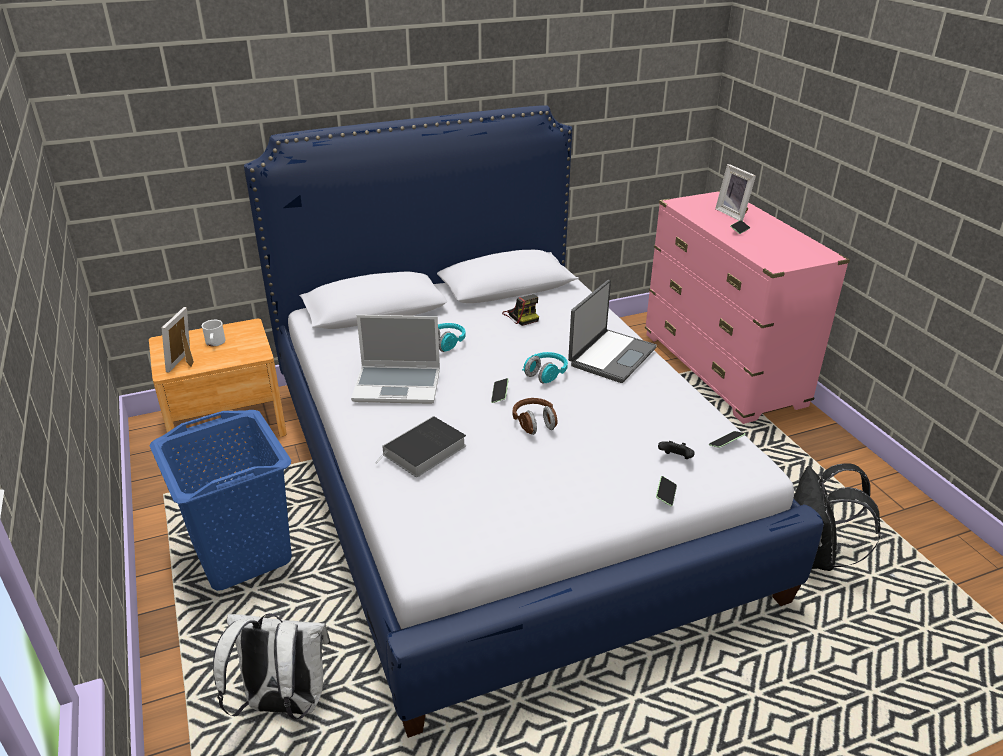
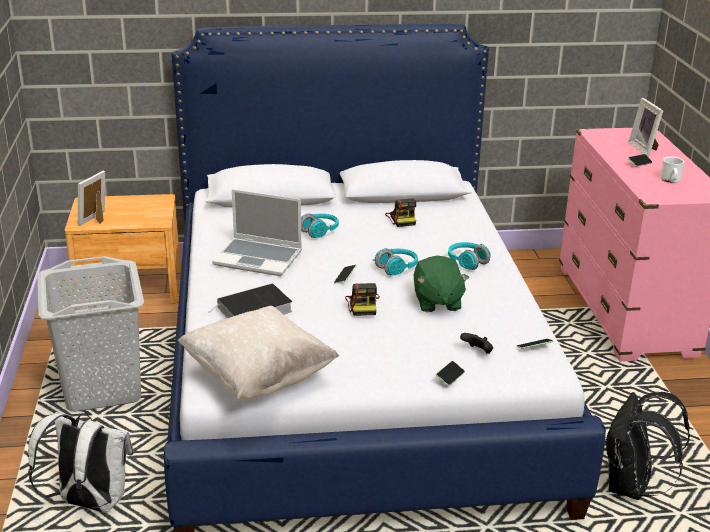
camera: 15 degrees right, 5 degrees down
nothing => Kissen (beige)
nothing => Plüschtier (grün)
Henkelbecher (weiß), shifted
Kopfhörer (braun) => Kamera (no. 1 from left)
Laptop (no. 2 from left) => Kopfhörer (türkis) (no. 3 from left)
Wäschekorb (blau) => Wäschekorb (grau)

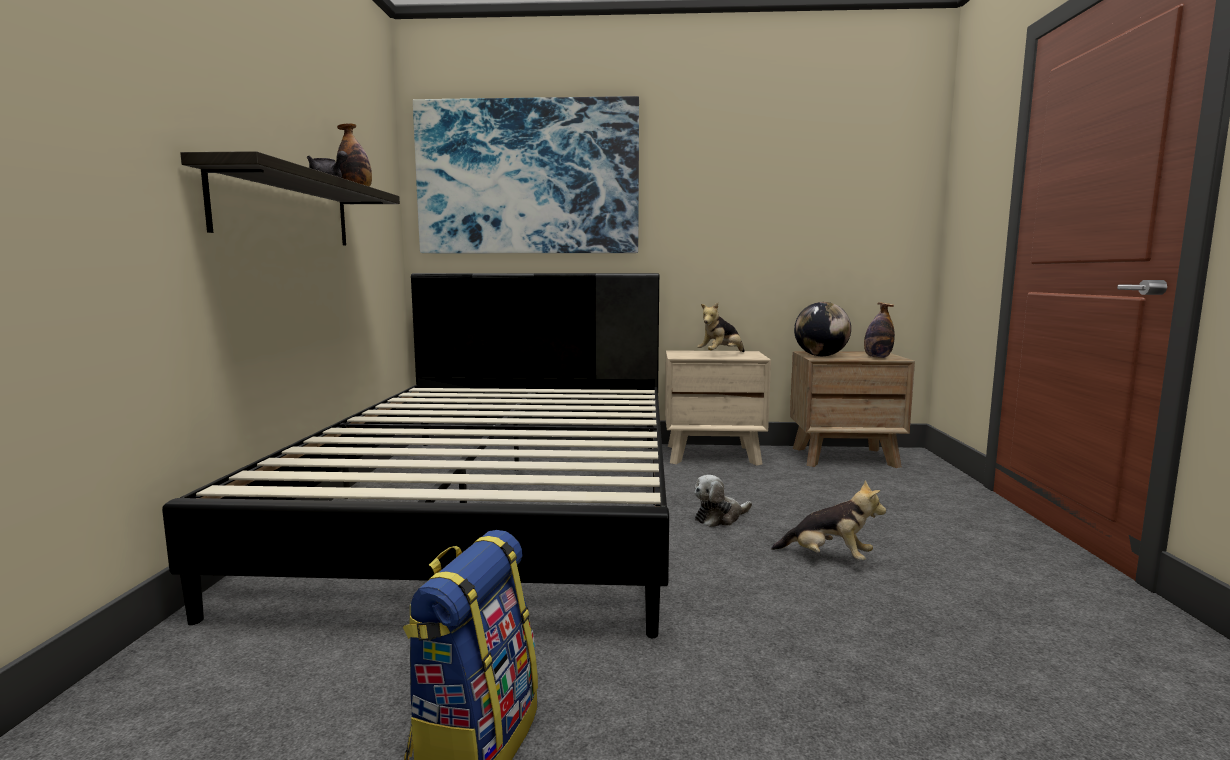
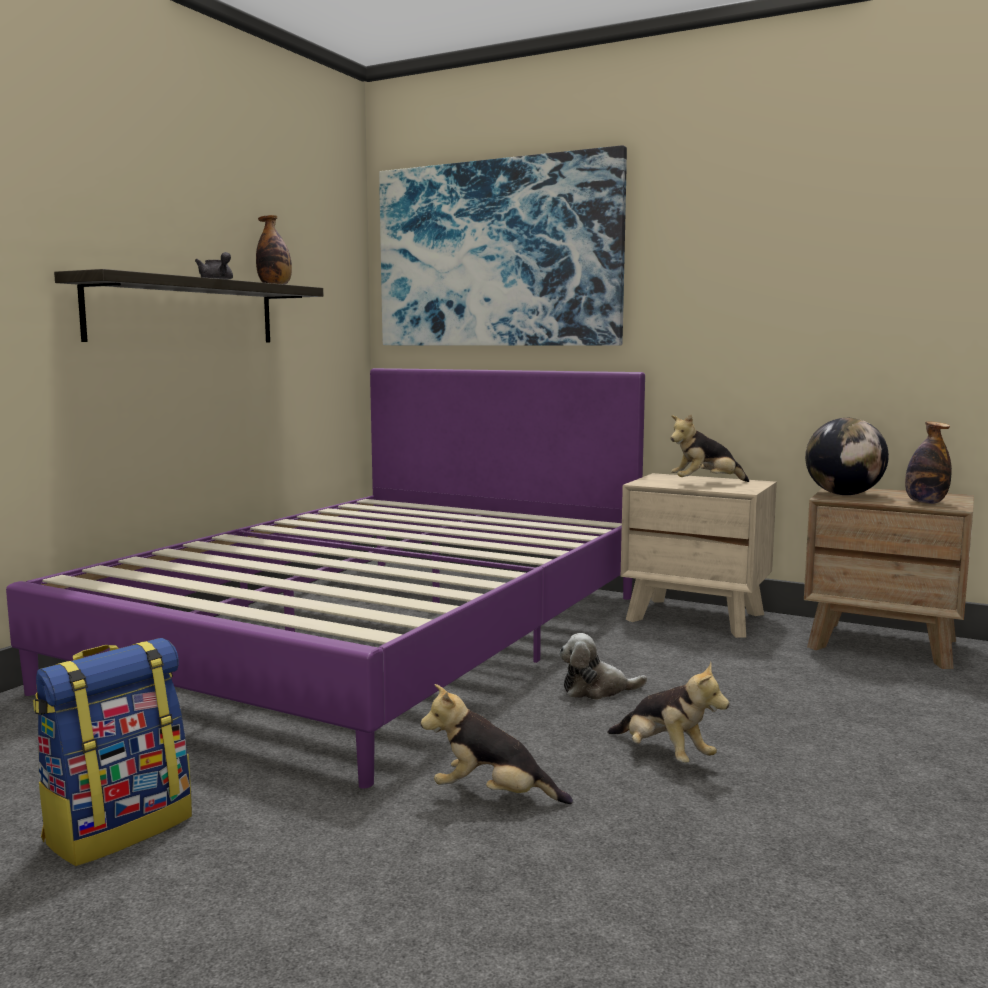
camera: 25 degrees right, 0 degrees up
nothing => Plüschtier (no. 1 from left)
Bett (schwarz) => Bett (lila)

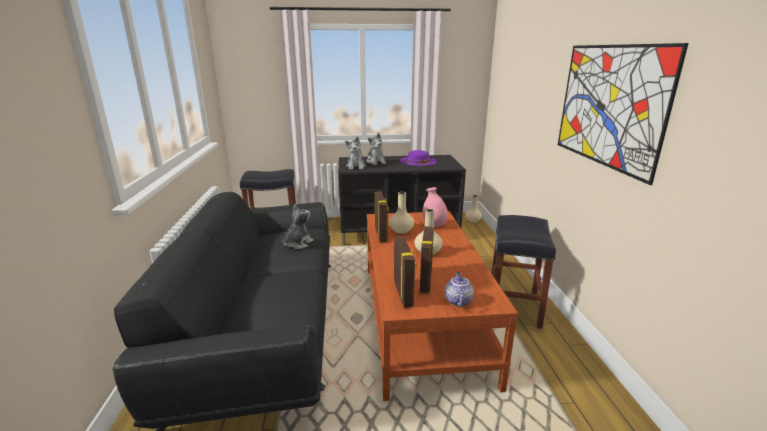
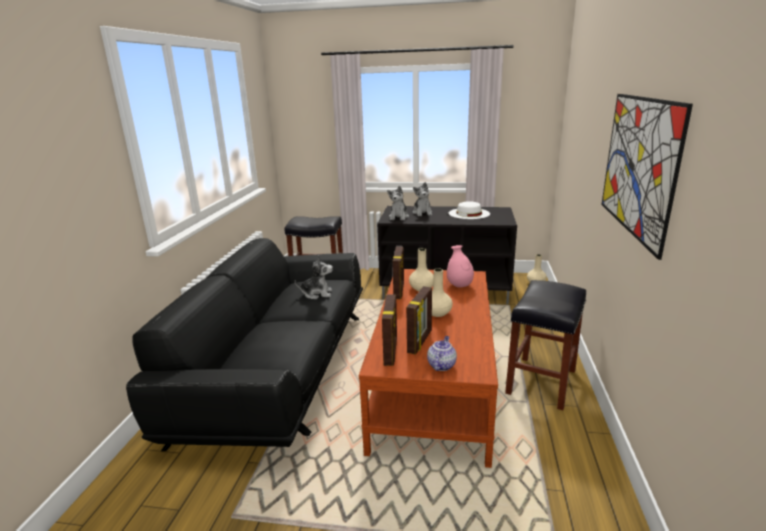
camera: 15 degrees right, 0 degrees up
Hut (lila) => Hut (weiß)
Plüschtier (no. 1 from left), 45 degrees clockwise

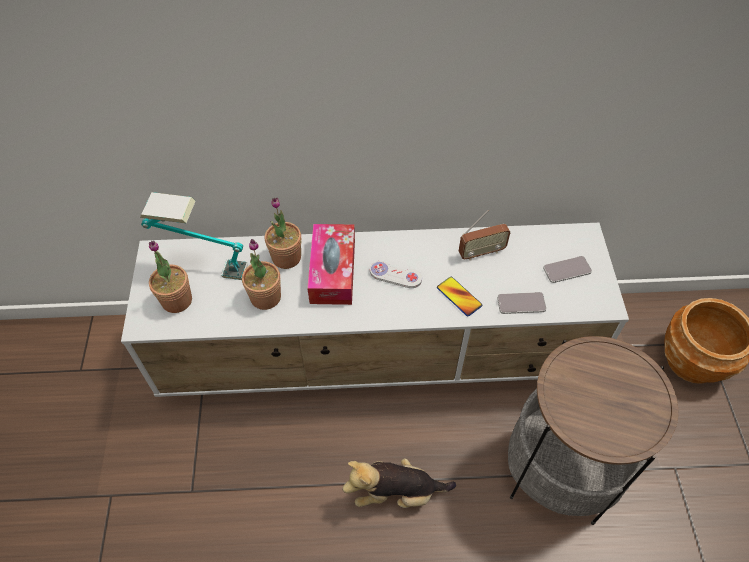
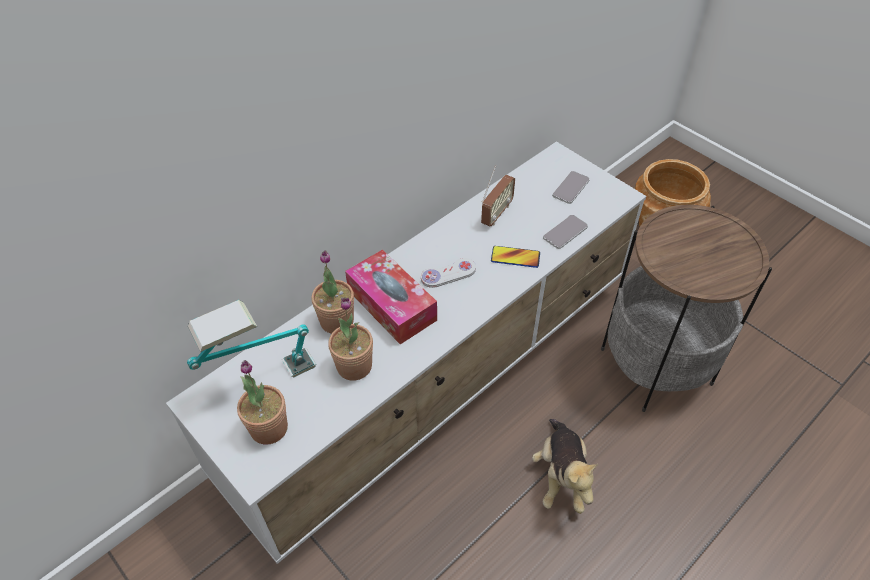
camera: 40 degrees left, 5 degrees down
Plüschtier, 45 degrees counterclockwise

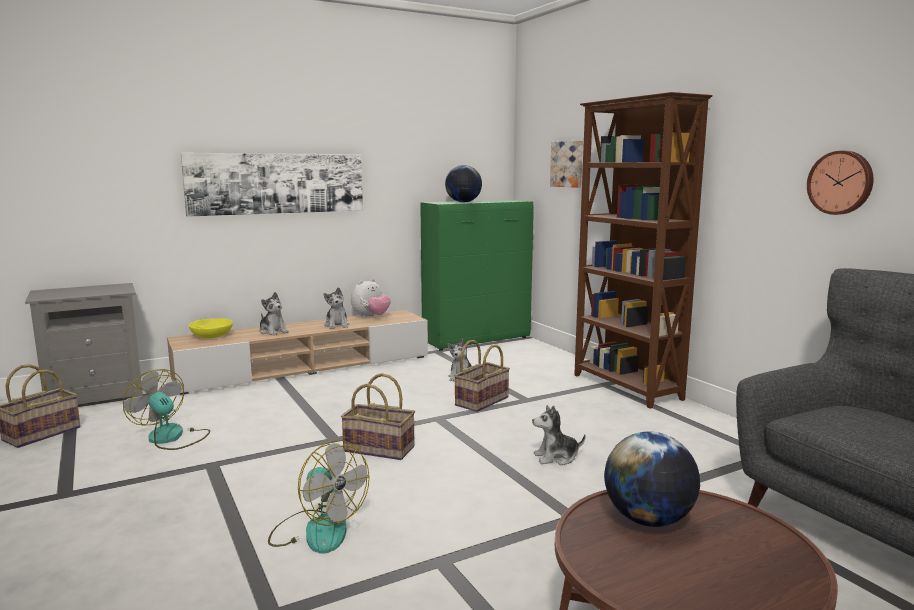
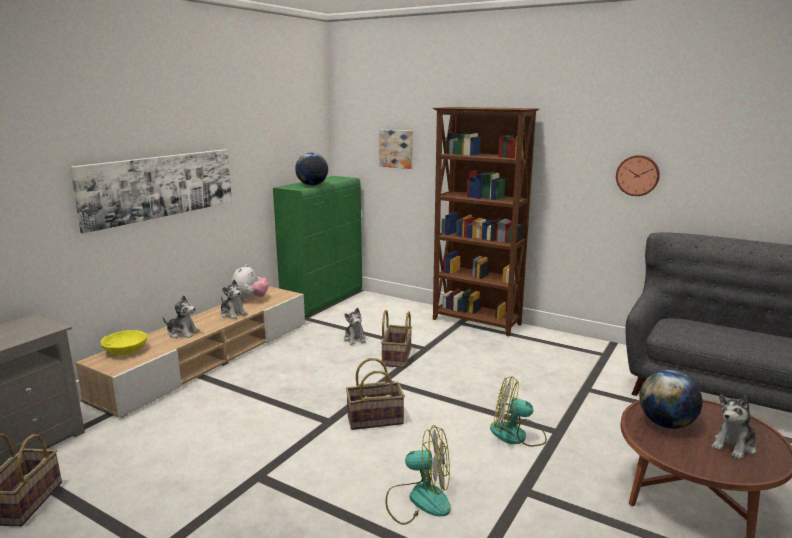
camera: 30 degrees left, 5 degrees up
Ventilator (no. 1 from left in the first image) => Ventilator (no. 2 from left), shifted
Plüschtier (no. 5 from left), shifted

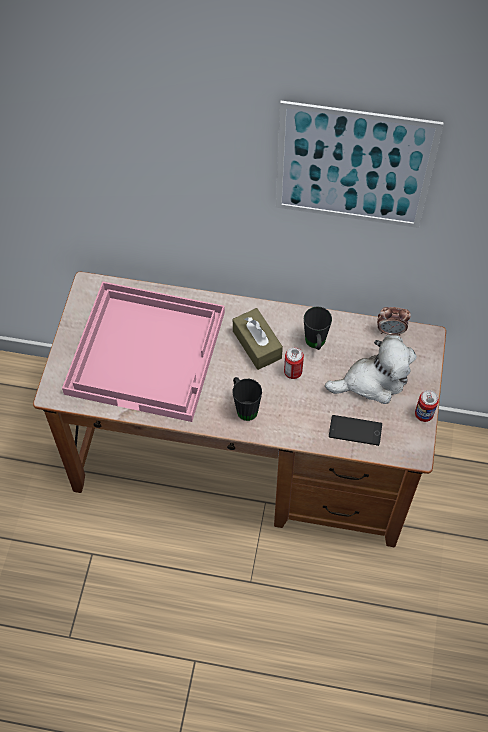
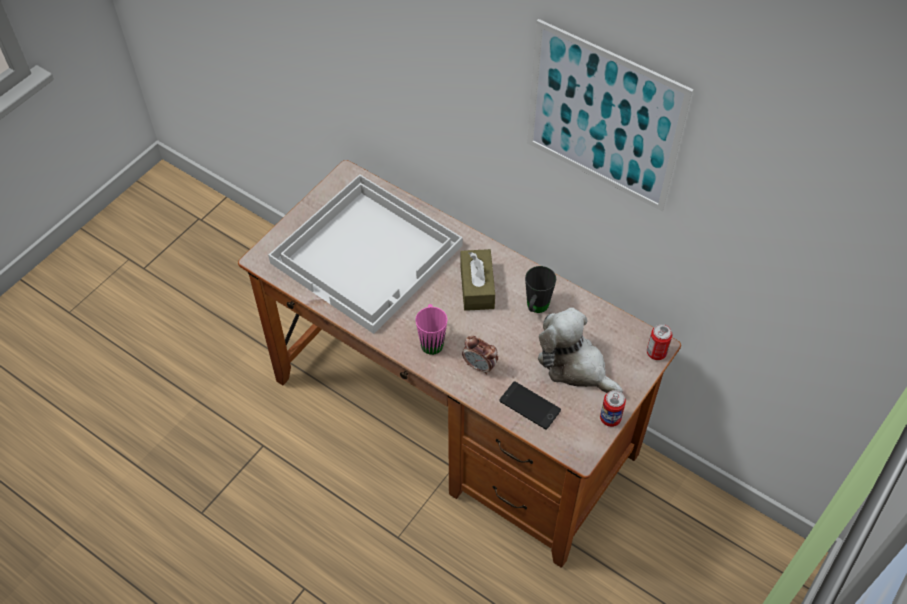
camera: 25 degrees right, 5 degrees down
Dose (no. 1 from left in the first image) => Dose (no. 2 from left), shifted
Wecker, shifted
Tablett (rosa) => Tablett (weiß)
Henkelbecher (schwarz) (no. 1 from left) => Henkelbecher (rosa)
Plüschtier, 150 degrees counterclockwise

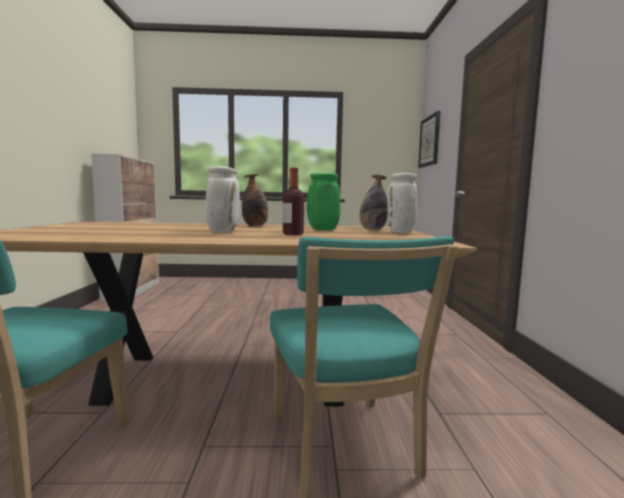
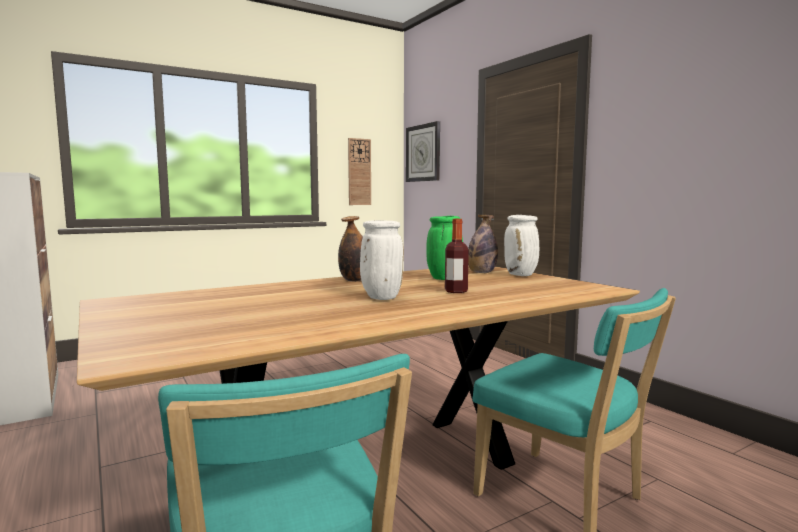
camera: 30 degrees left, 0 degrees up
nothing => Wanduhr (no. 1 from left)

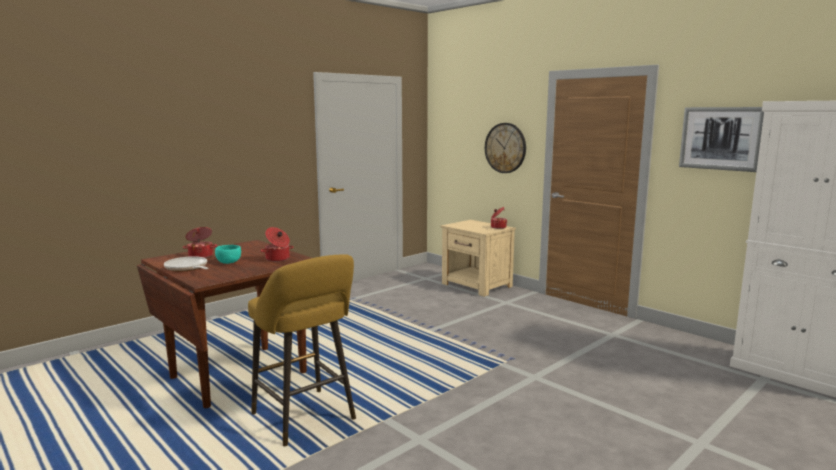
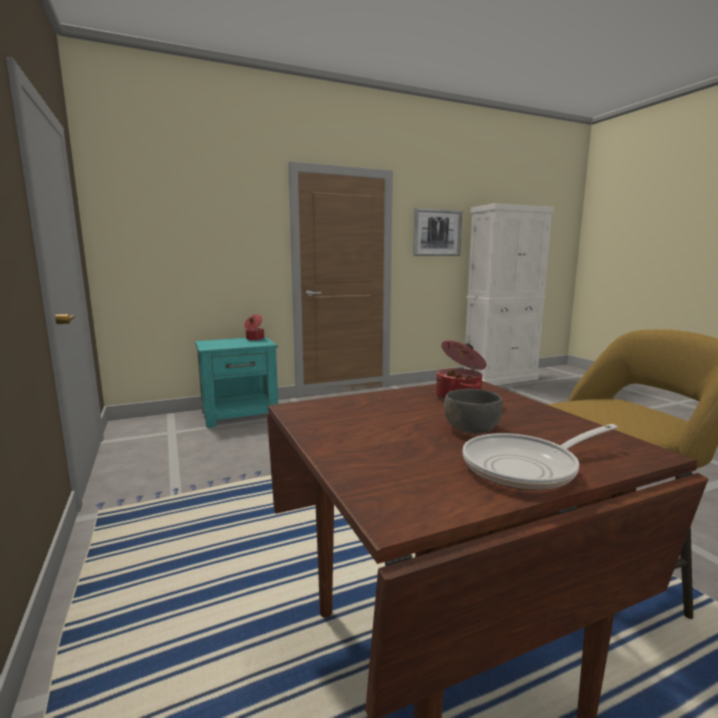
camera: 70 degrees left, 0 degrees up
Kochtopf (no. 1 from left) => nothing
Wanduhr => nothing
Schüssel (türkis) => Schüssel (grau)
Nachttisch (beige) => Nachttisch (türkis)

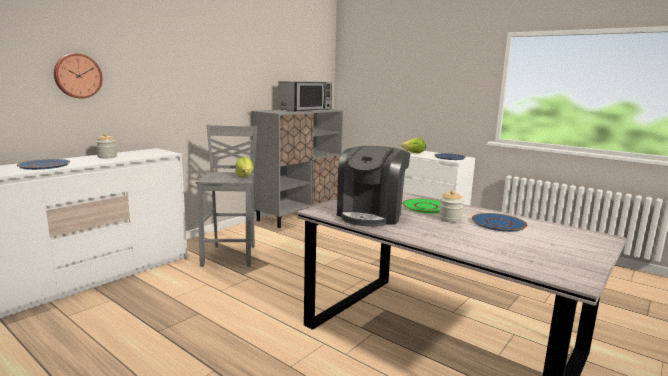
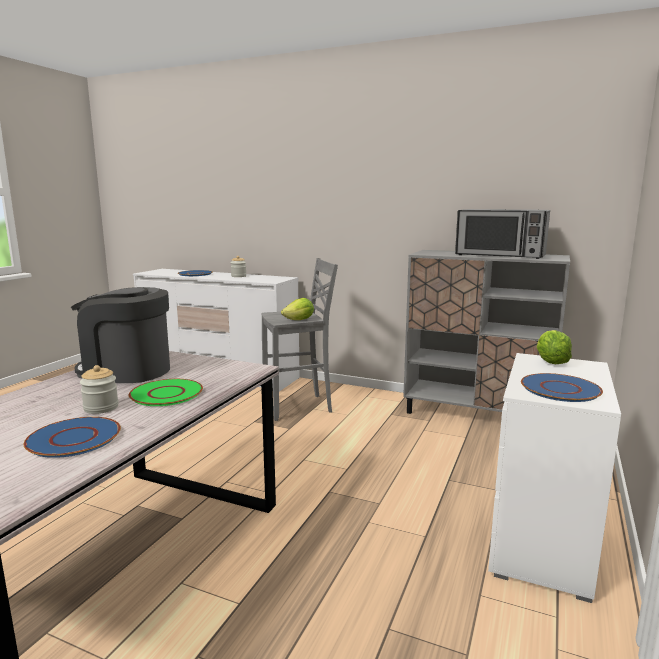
camera: 75 degrees right, 0 degrees up
Wanduhr => nothing

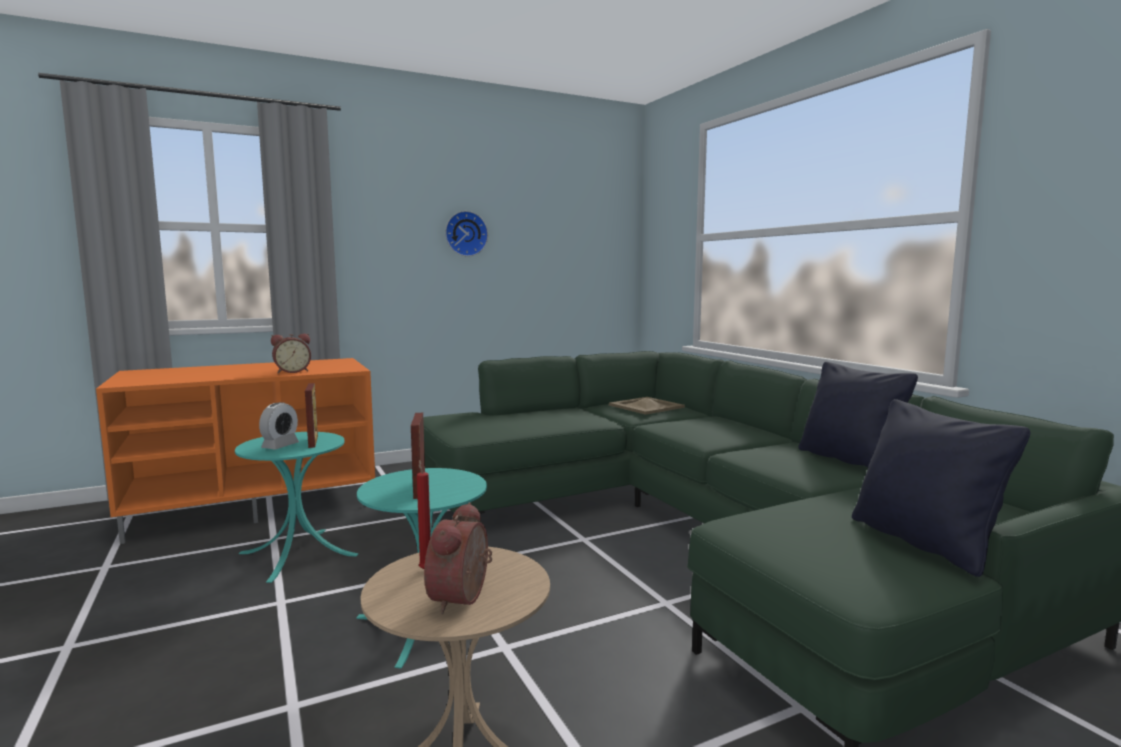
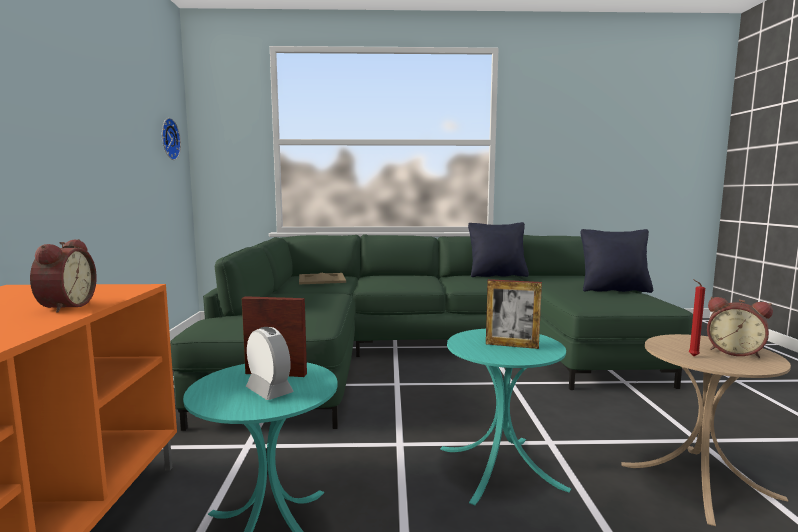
camera: 65 degrees left, 0 degrees up
Wanduhr, shifted

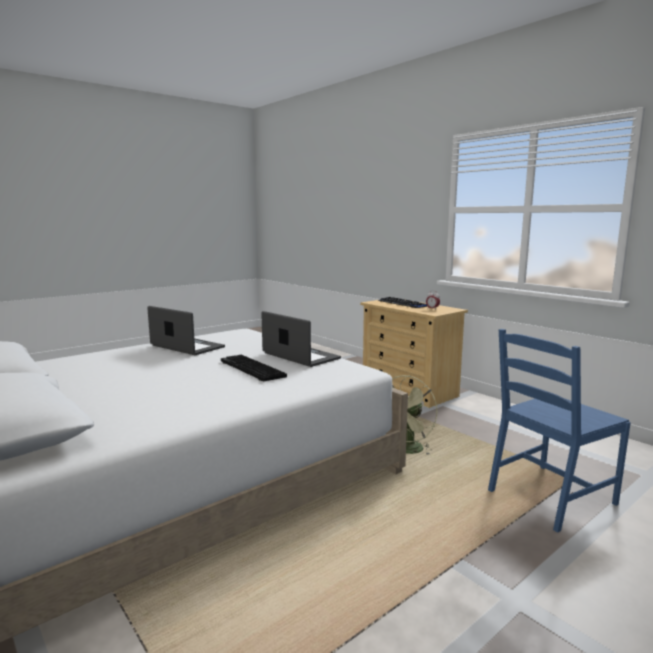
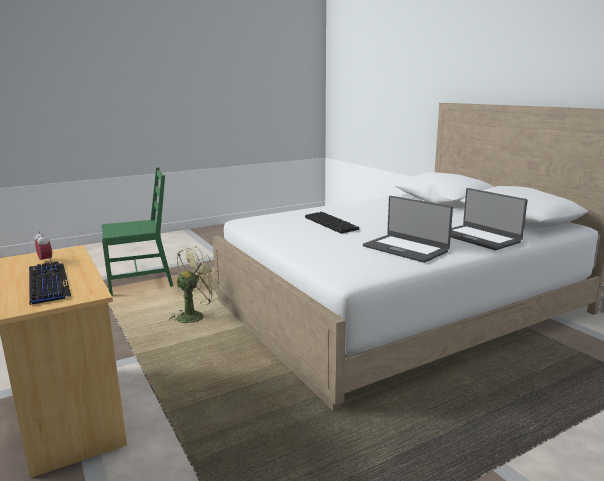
camera: 170 degrees left, 5 degrees up
Laptop (no. 2 from left), shifted
Stuhl (blau) => Stuhl (grün)

